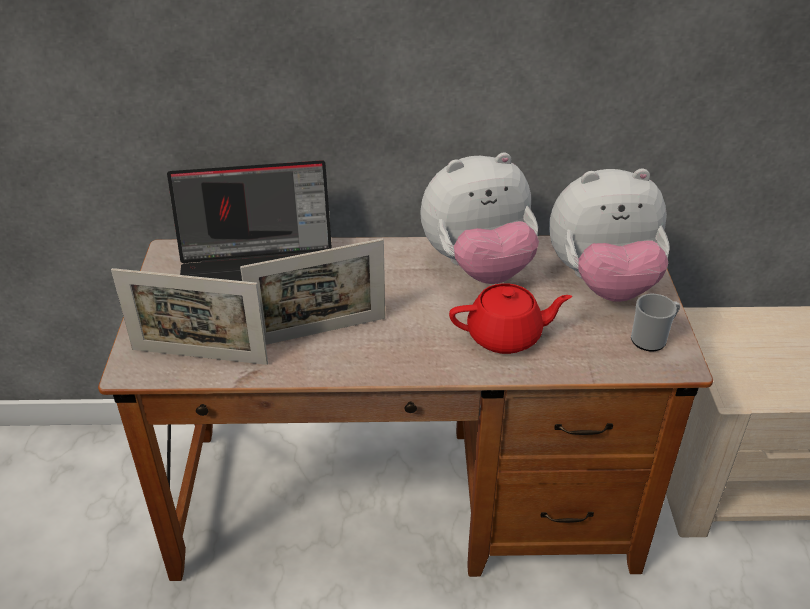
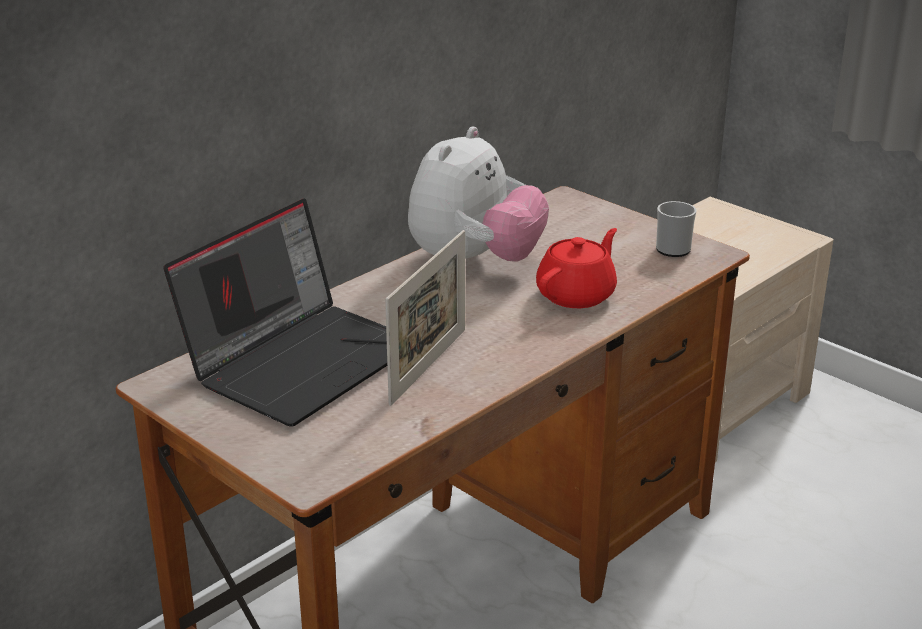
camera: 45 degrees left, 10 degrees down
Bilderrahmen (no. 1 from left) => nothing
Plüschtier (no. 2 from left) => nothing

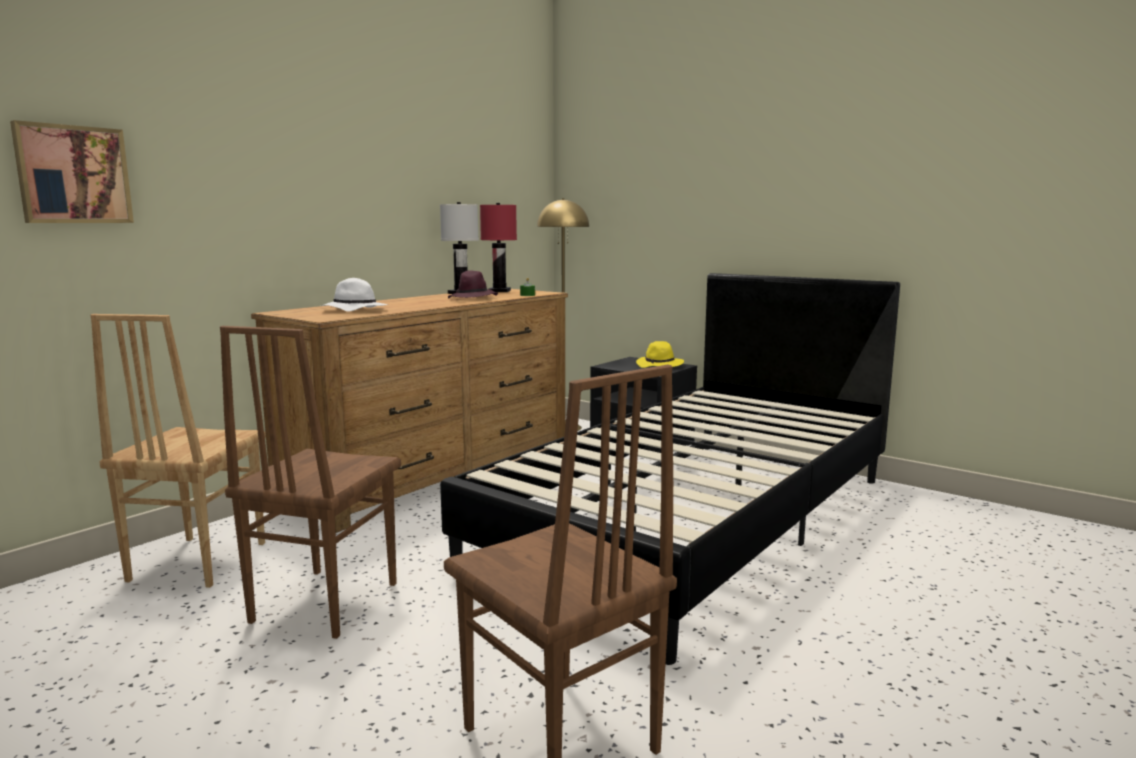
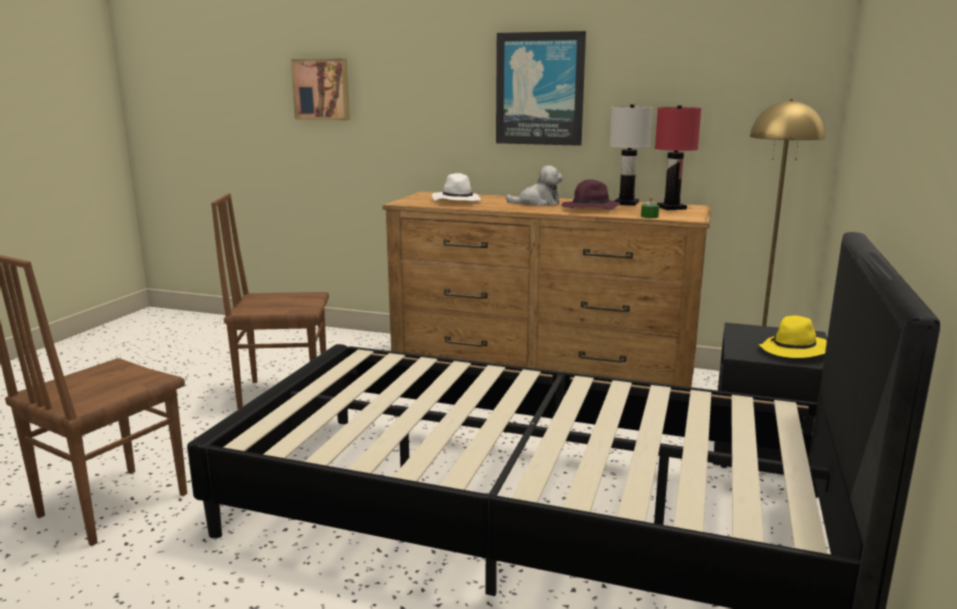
camera: 70 degrees right, 5 degrees up
Stuhl (braun) (no. 1 from left) => nothing
nothing => Bild (no. 2 from left)
nothing => Plüschtier

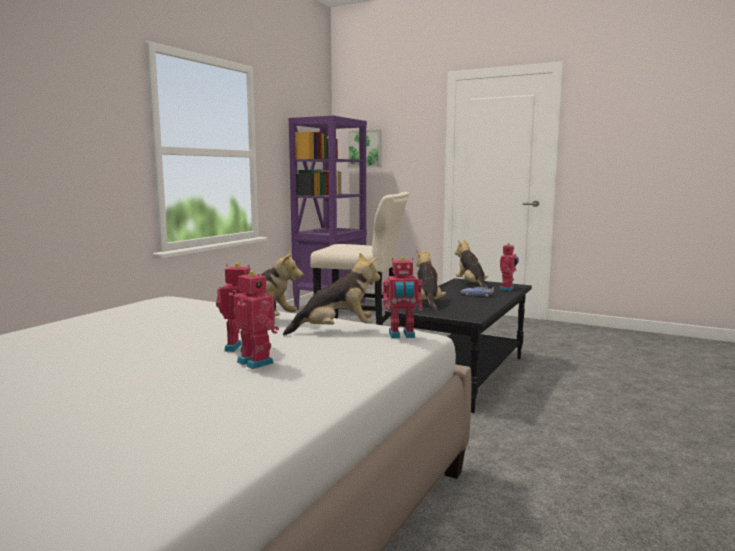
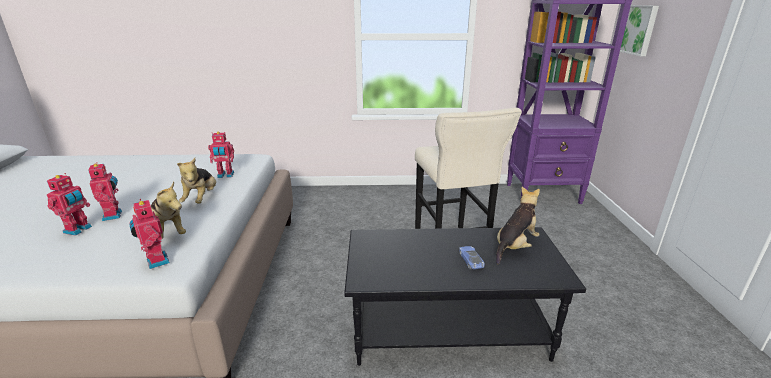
camera: 60 degrees right, 15 degrees up
Plüschtier (no. 3 from left) => nothing
Spielzeugroboter (no. 4 from left), shifted

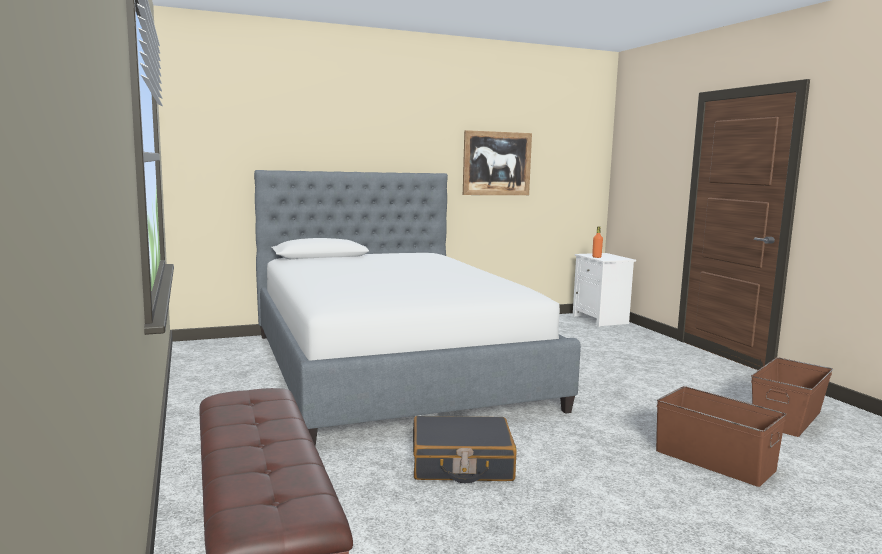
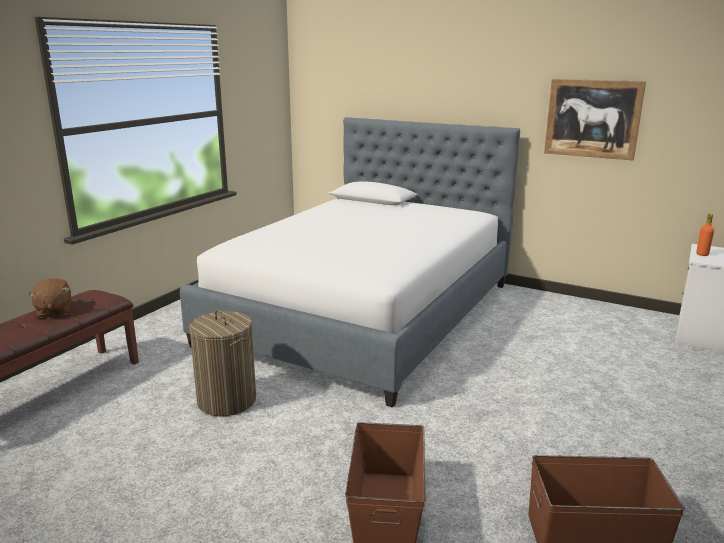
camera: 50 degrees right, 10 degrees up
nothing => Plüschtier (braun)
Koffer (schwarz) => Wäschekorb

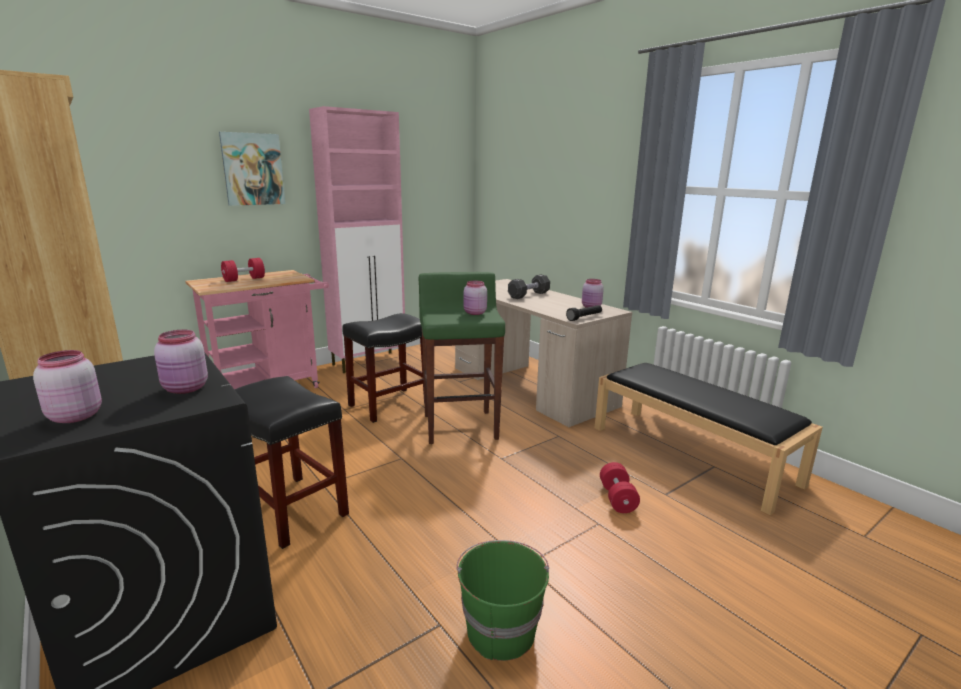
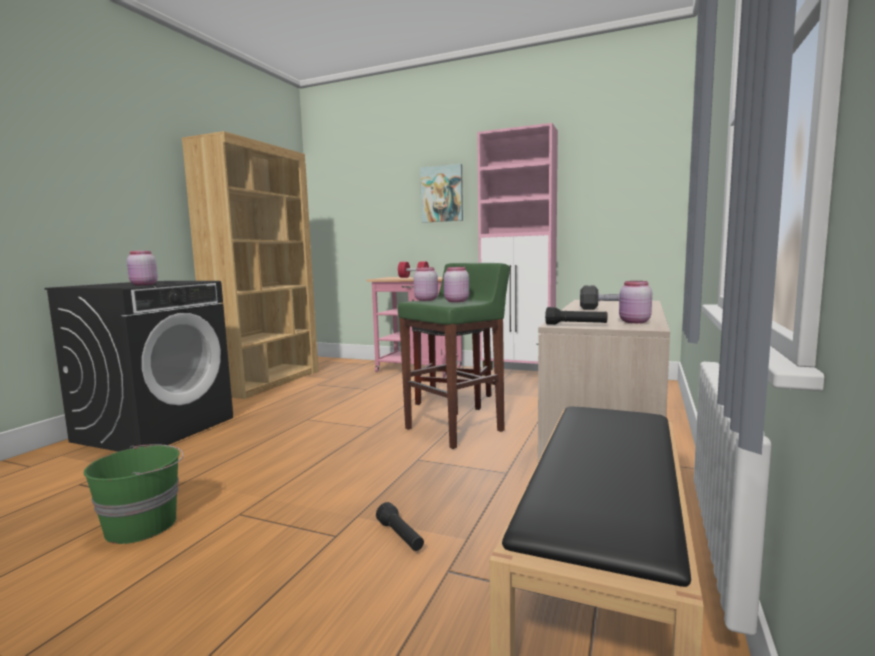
camera: 60 degrees right, 10 degrees down
Hocker (schwarz) (no. 1 from left) => nothing
Vorratsglas (rosa) (no. 1 from left in the first image) => Vorratsglas (rosa) (no. 2 from left), shifted
Hantel (rot) (no. 2 from left) => Taschenlampe (schwarz) (no. 1 from left)

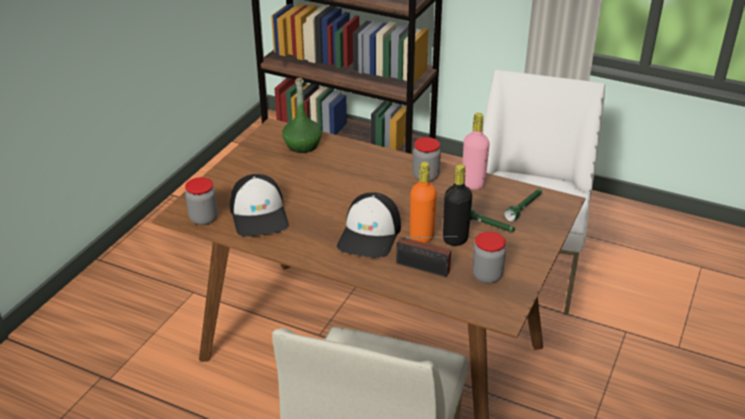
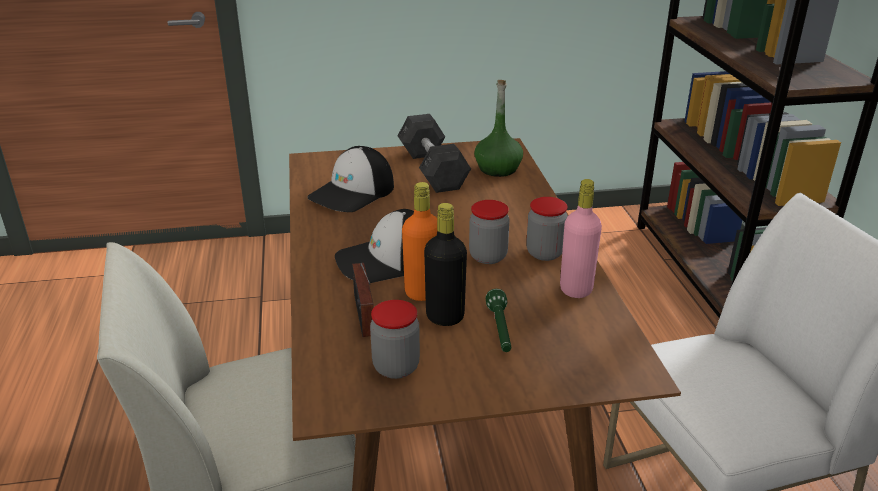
camera: 55 degrees right, 5 degrees down
Taschenlampe (grün) (no. 2 from left) => nothing
nothing => Hantel (grau)
Vorratsglas (no. 1 from left in the first image) => Vorratsglas (no. 2 from left), shifted

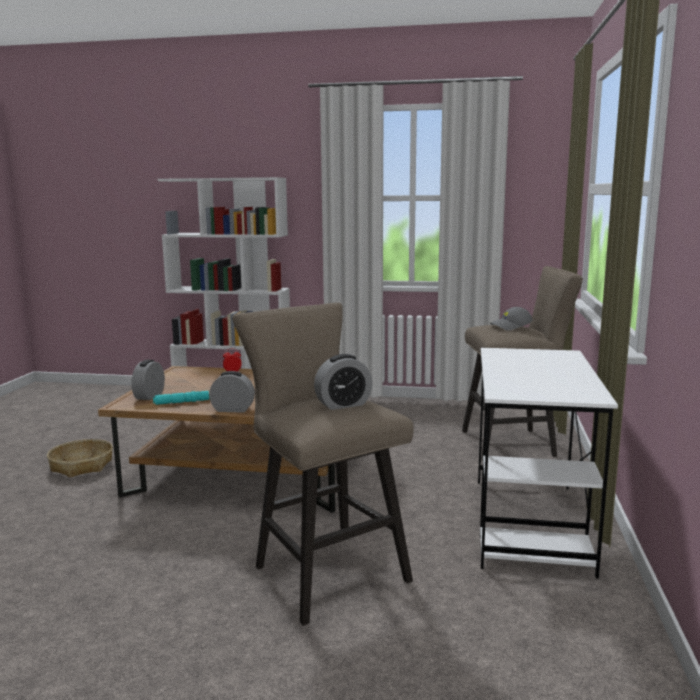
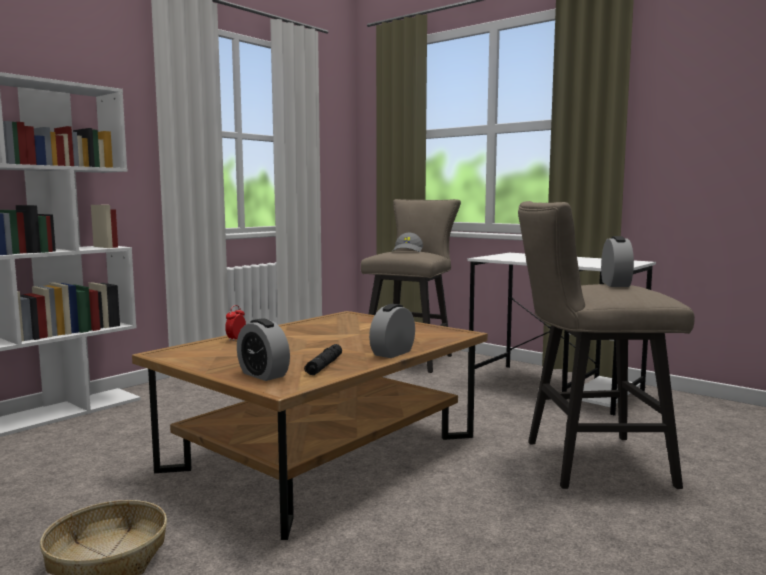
camera: 60 degrees left, 5 degrees down
Taschenlampe (türkis) => Taschenlampe (schwarz)

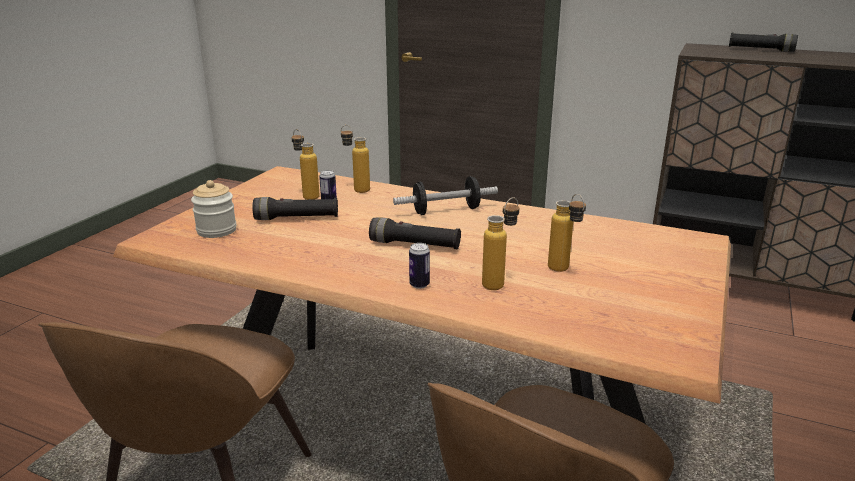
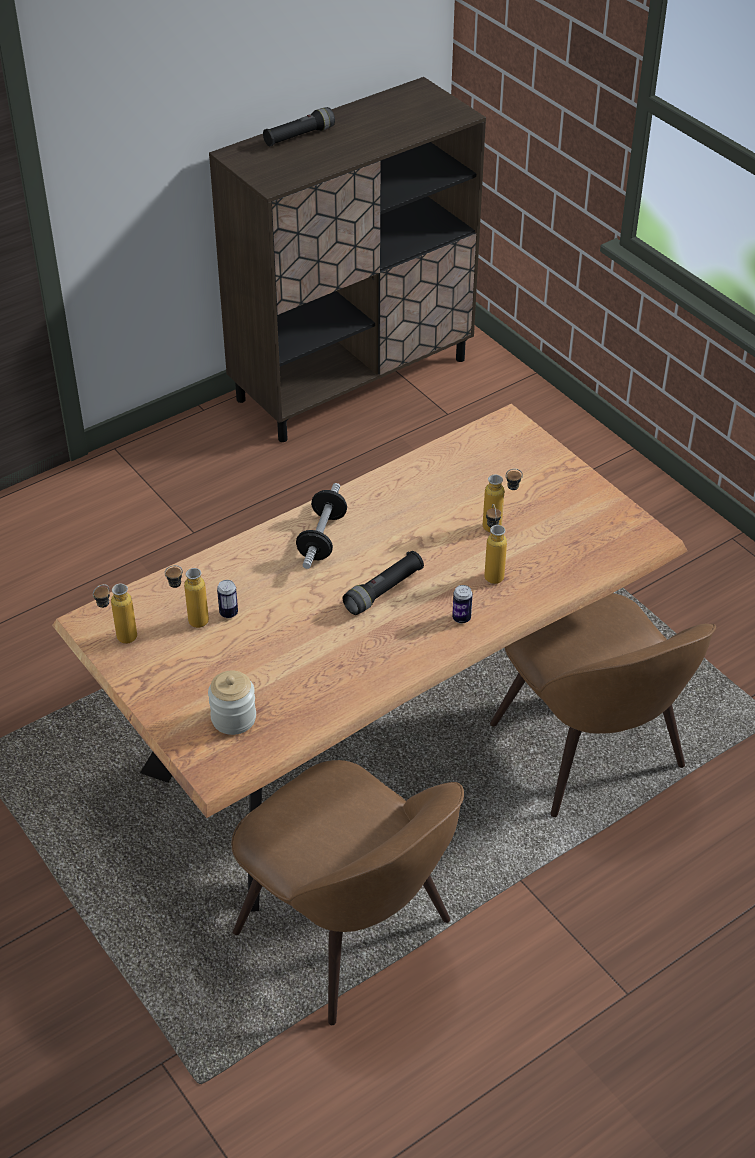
camera: 60 degrees left, 20 degrees up
Taschenlampe (schwarz) (no. 1 from left) => nothing
Flasche (no. 2 from left in the first image) => Flasche (no. 1 from left), shifted

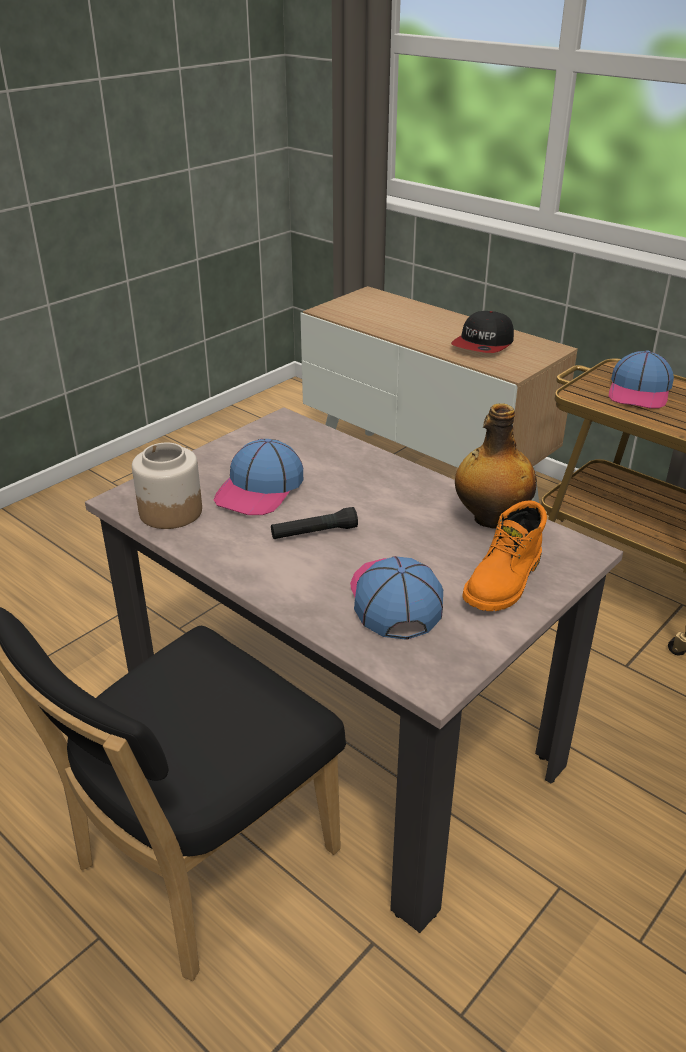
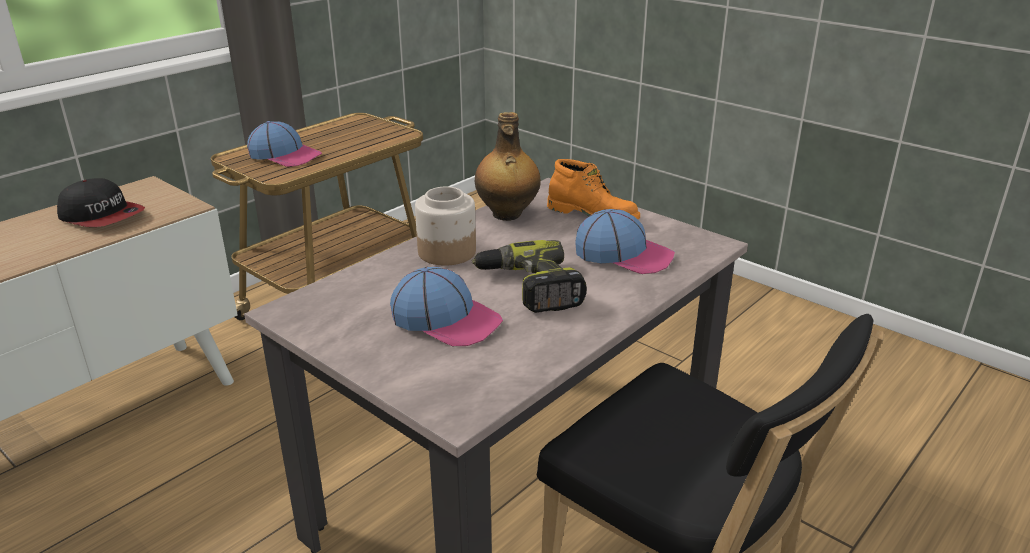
camera: 90 degrees left, 5 degrees down
Vorratsglas, shifted
Taschenlampe (schwarz) => Bohrmaschine
Kappe (no. 2 from left in the first image) => Kappe (no. 4 from left), 150 degrees counterclockwise

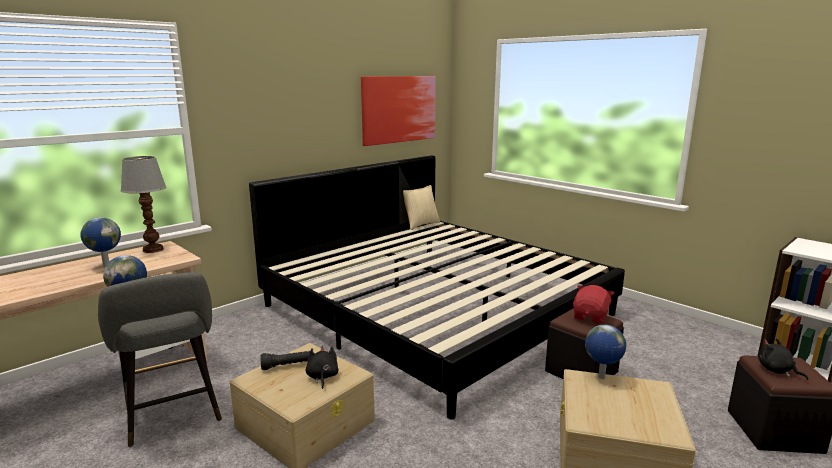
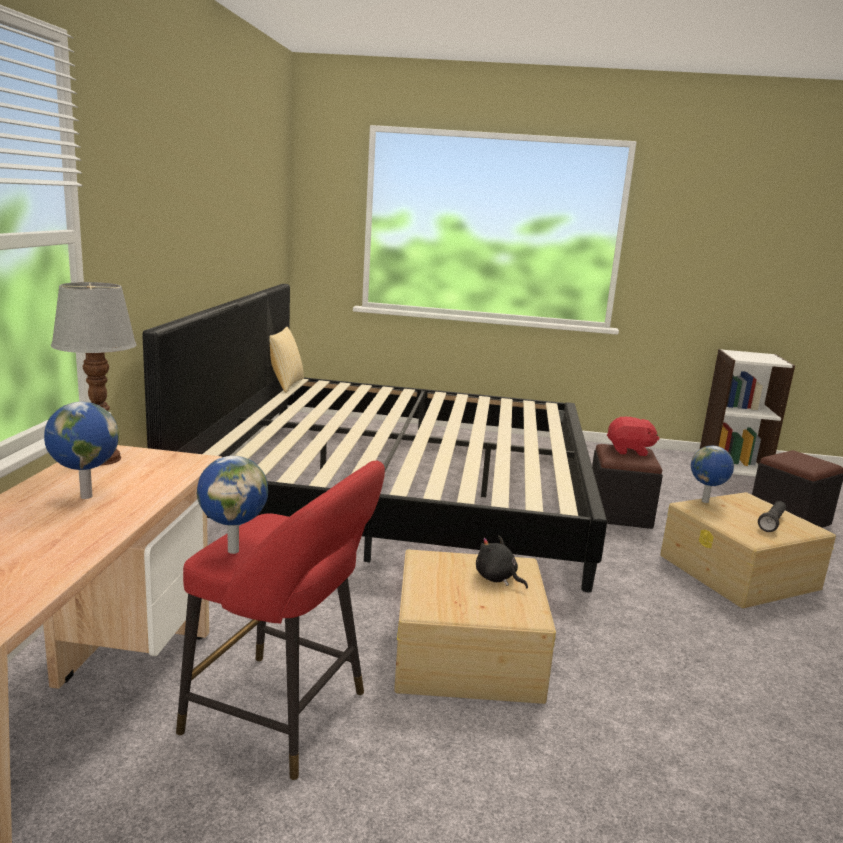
camera: 40 degrees left, 0 degrees up
Bild => nothing
Plüschtier (schwarz) (no. 2 from left) => nothing
Taschenlampe (schwarz), shifted
Hocker (grau) => Hocker (rot)
Plüschtier (rot), 105 degrees clockwise

